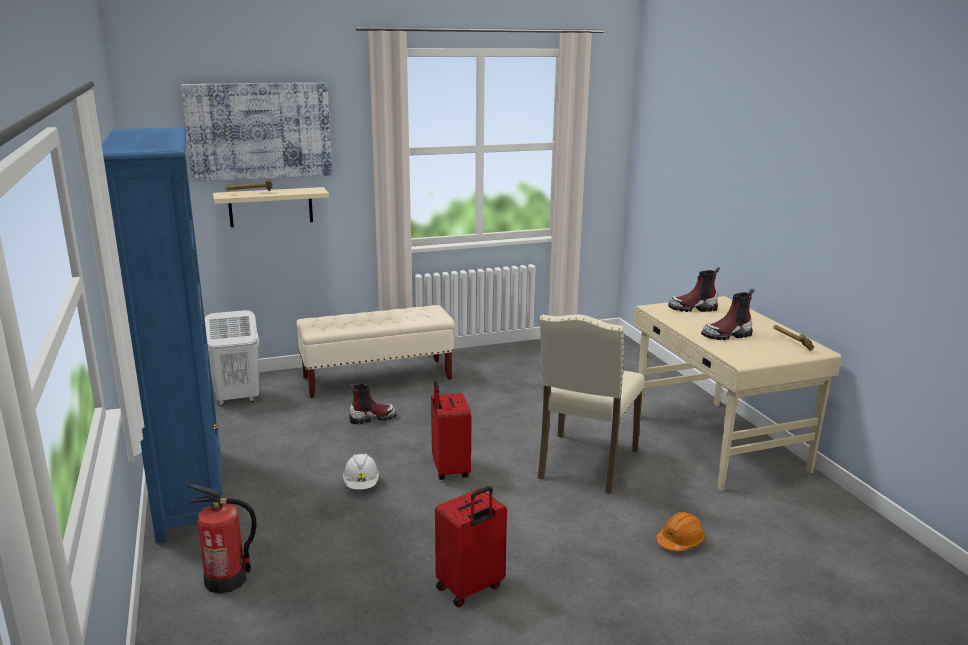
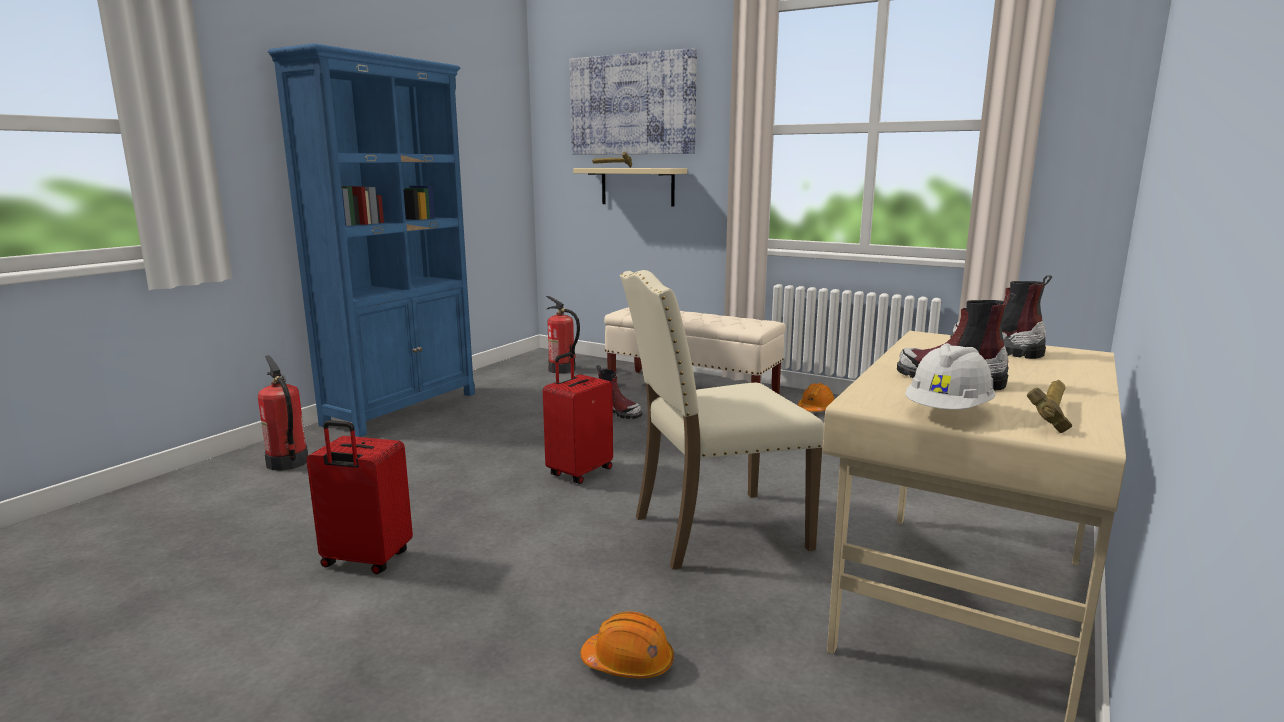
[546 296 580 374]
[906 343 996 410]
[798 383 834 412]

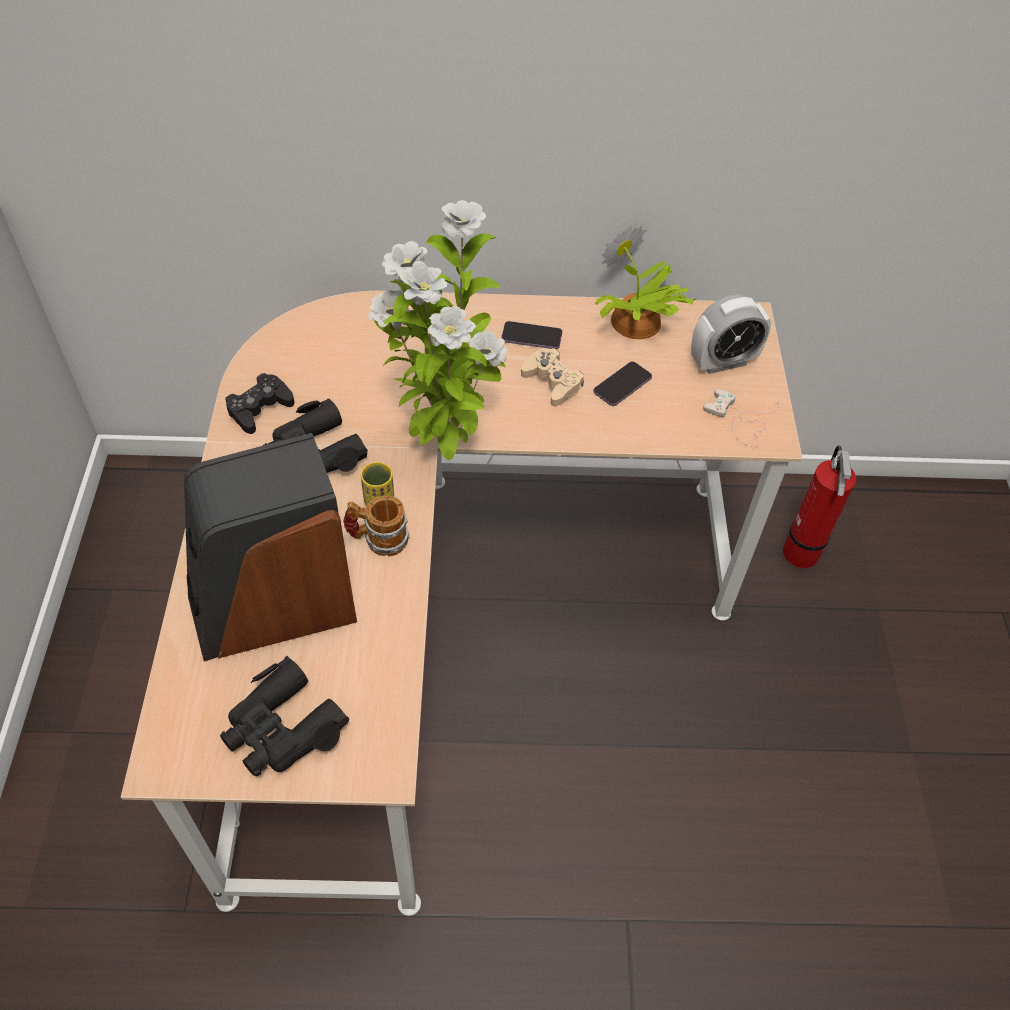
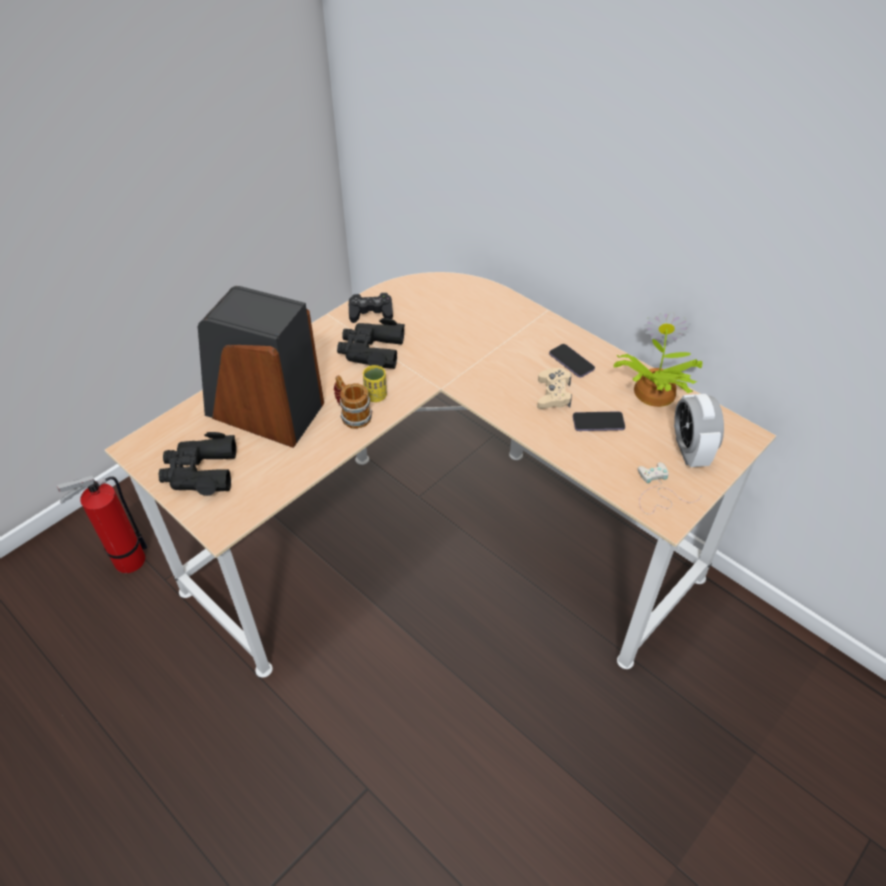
[368 200 508 460] (first image)
[674 394 724 467]
[57 476 147 573]

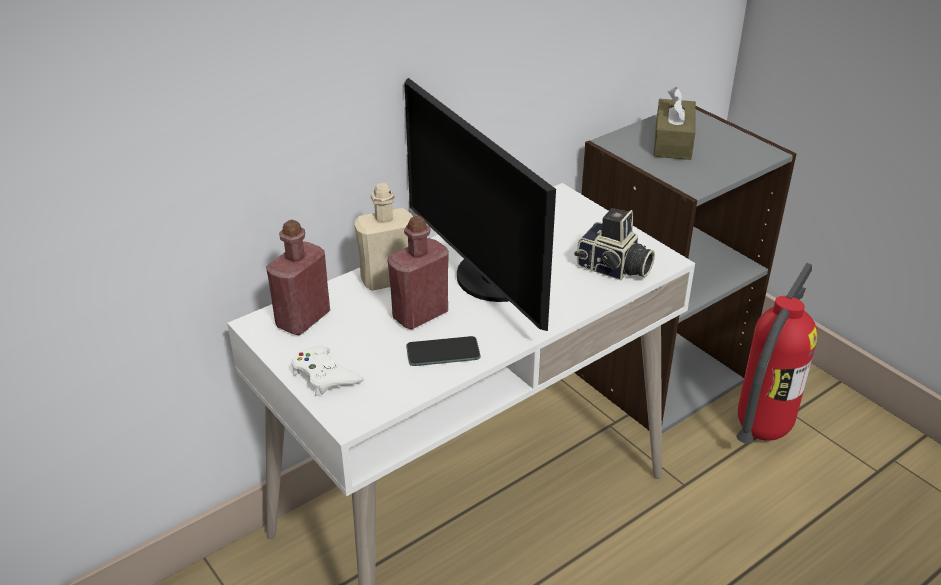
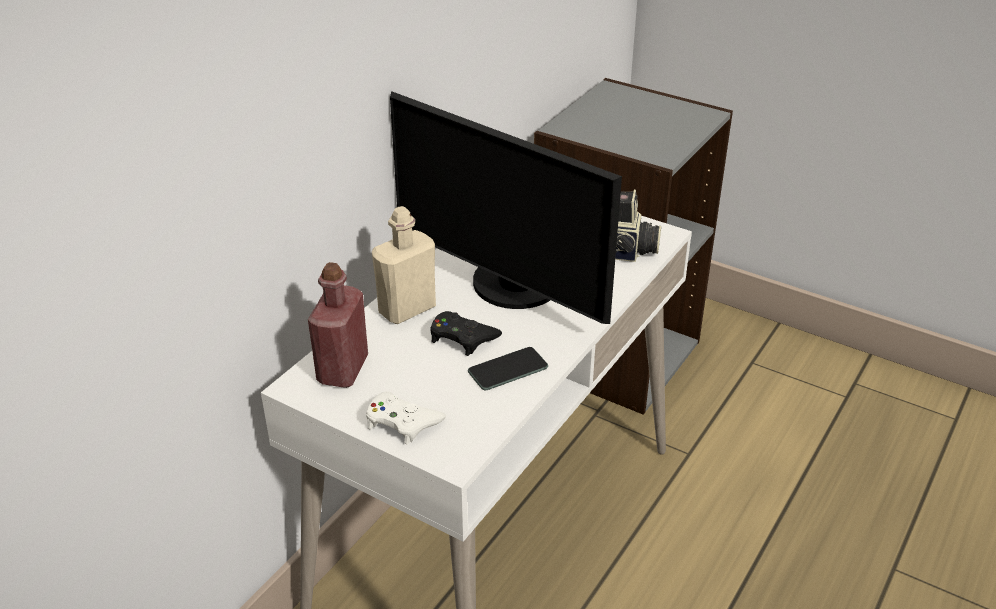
[430 311 502 356]
[654 87 696 160] (first image)
[736 263 818 444] (first image)

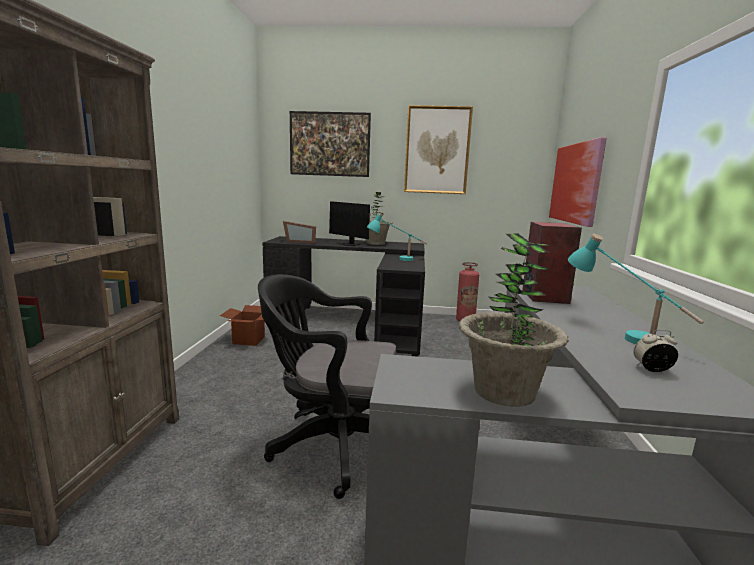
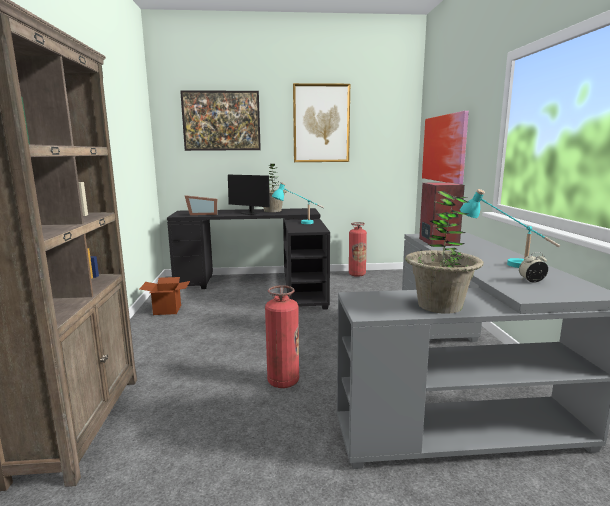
[265 285 299 388]

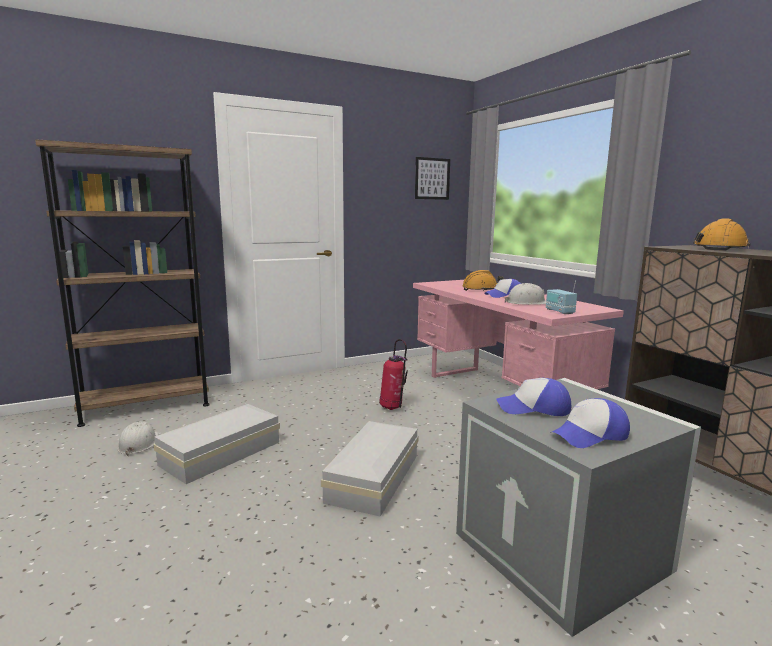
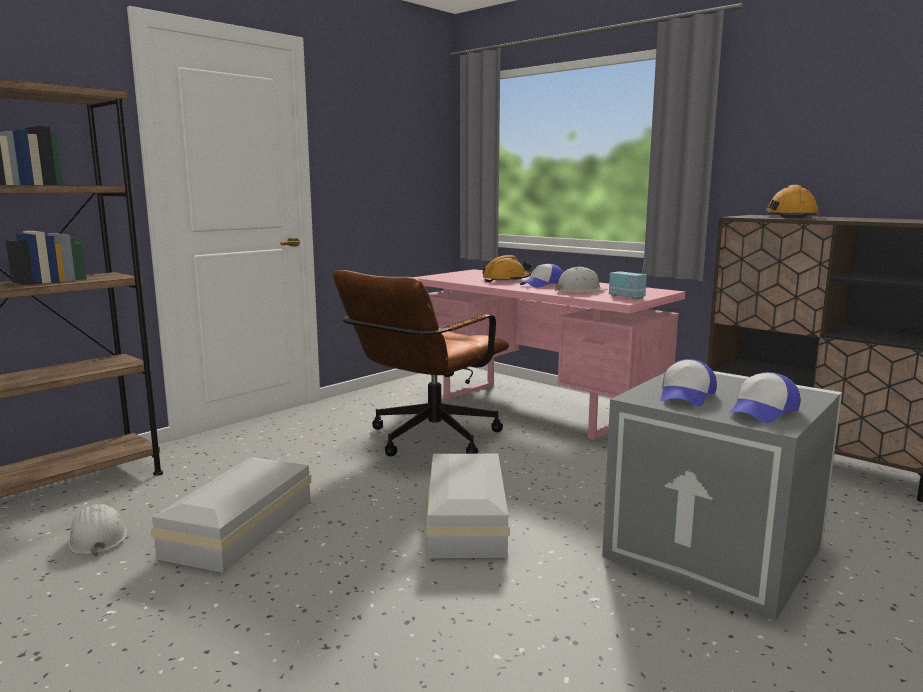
[333 270 509 457]
[415 157 450 200] (first image)
[660 359 717 407]

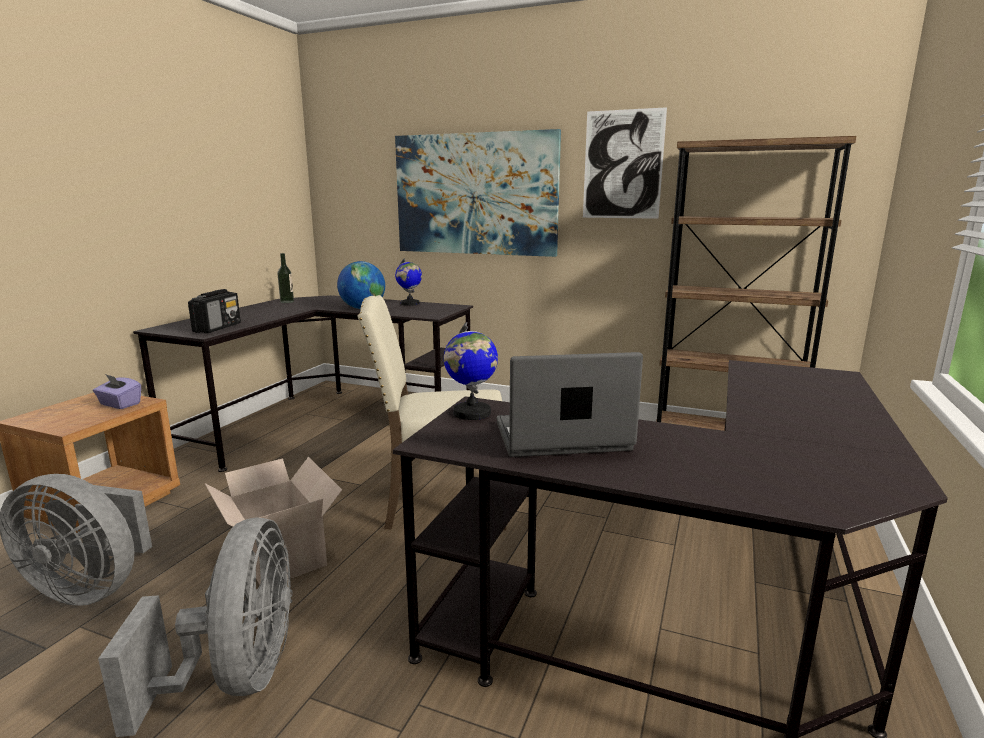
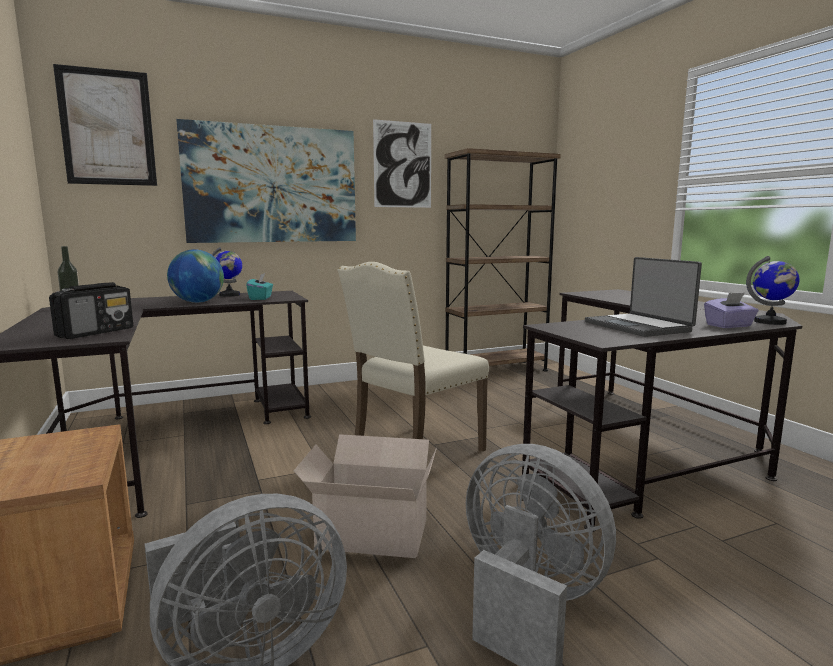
[704 293 759 328]
[49 282 133 339]
[746 256 800 325]
[585 257 702 337]
[53 64 157 186]
[246 273 273 300]

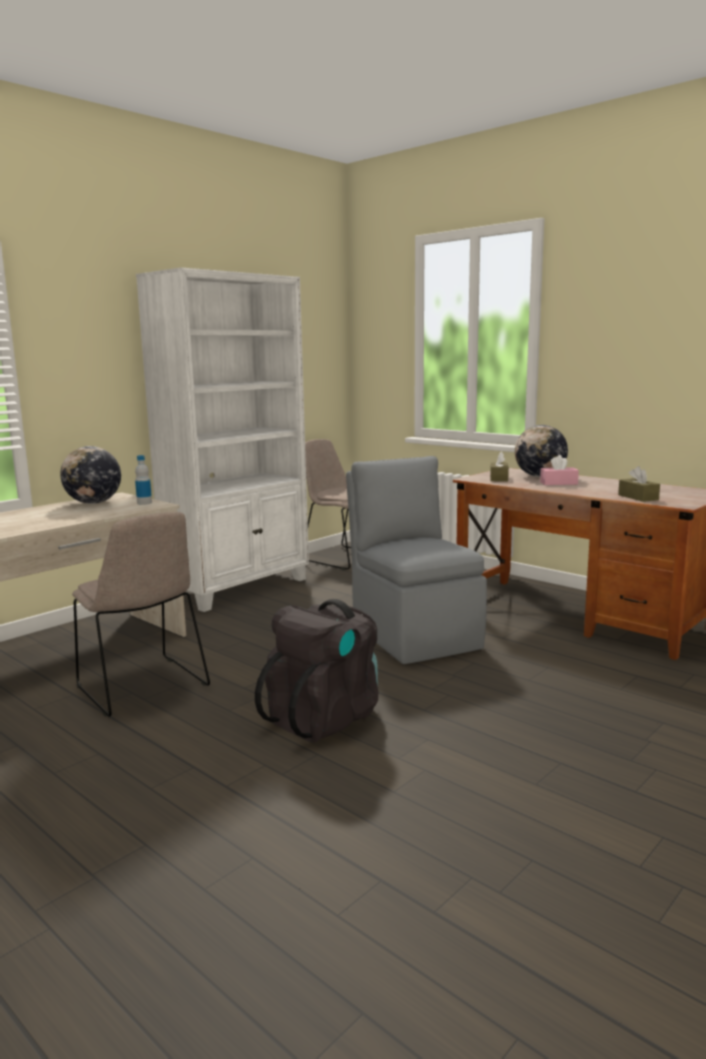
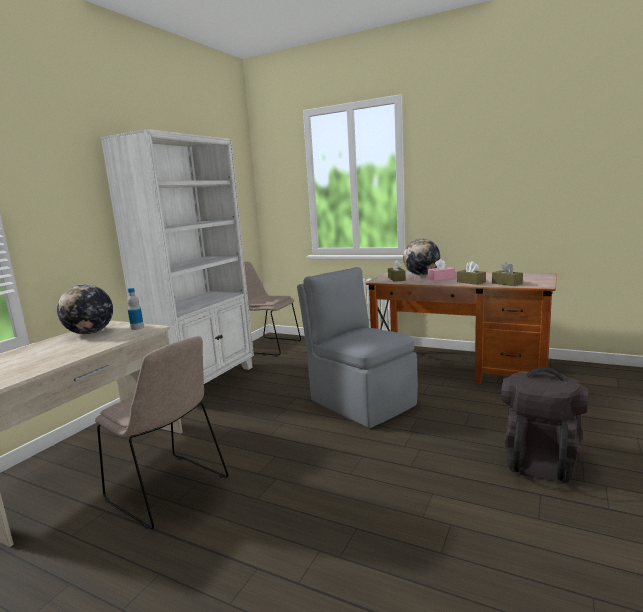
[501 367 588 483]
[457 261 486 285]

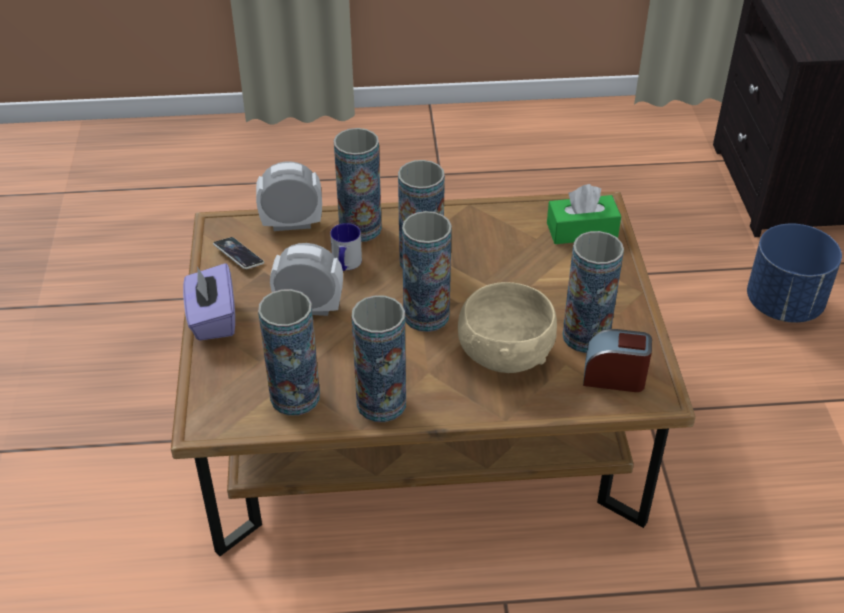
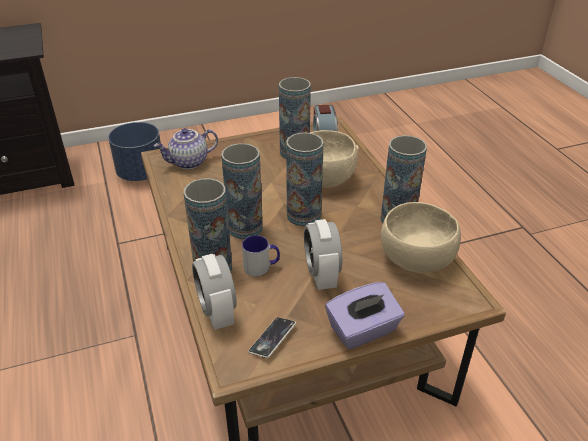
[381 202 461 273]
[154 128 218 169]

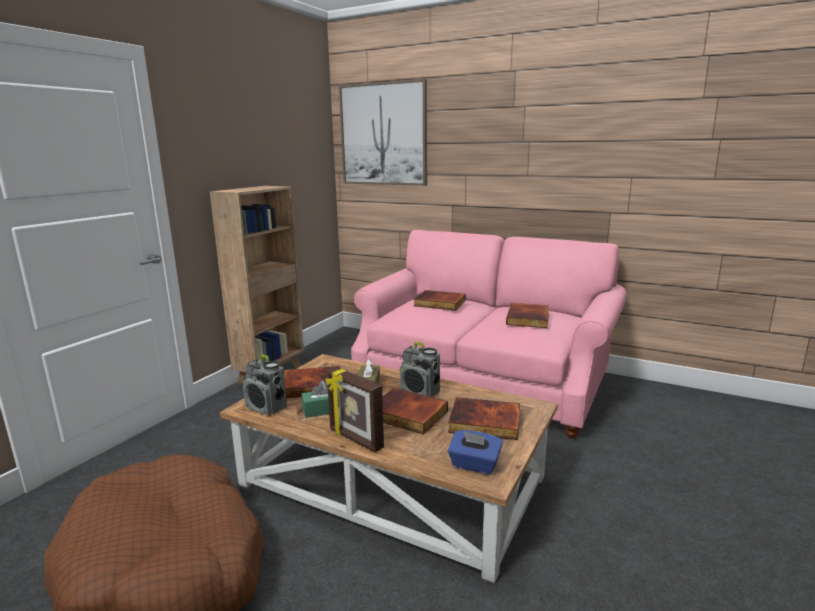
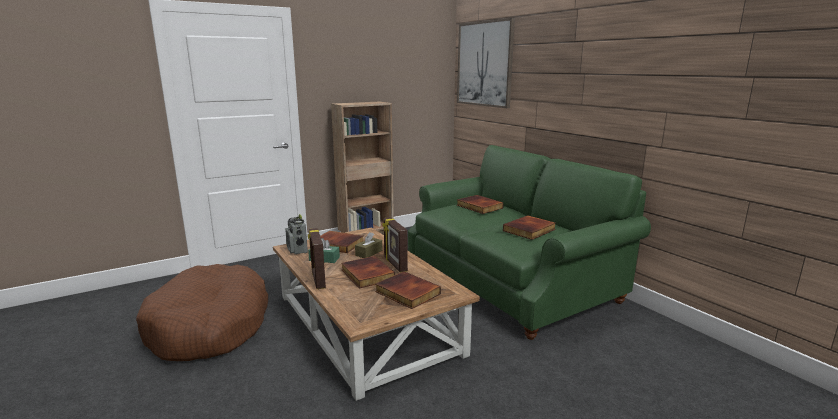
[408 145 651 340]
[382 217 408 273]
[448 430 503 474] (first image)

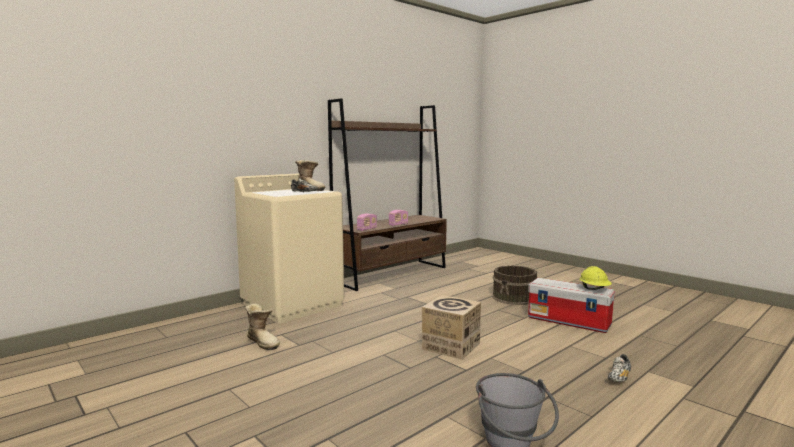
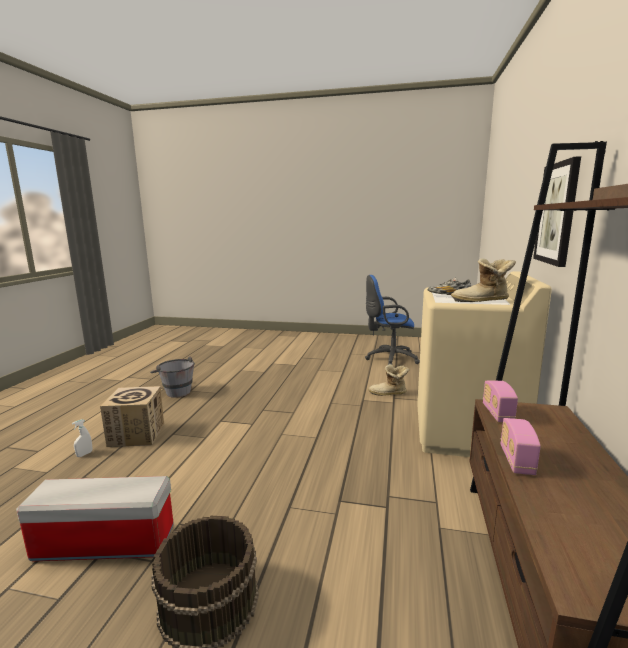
[100 386 164 447]
[579 266 612 290] (first image)
[72 419 92 457]
[365 275 420 365]
[533 156 581 267]

